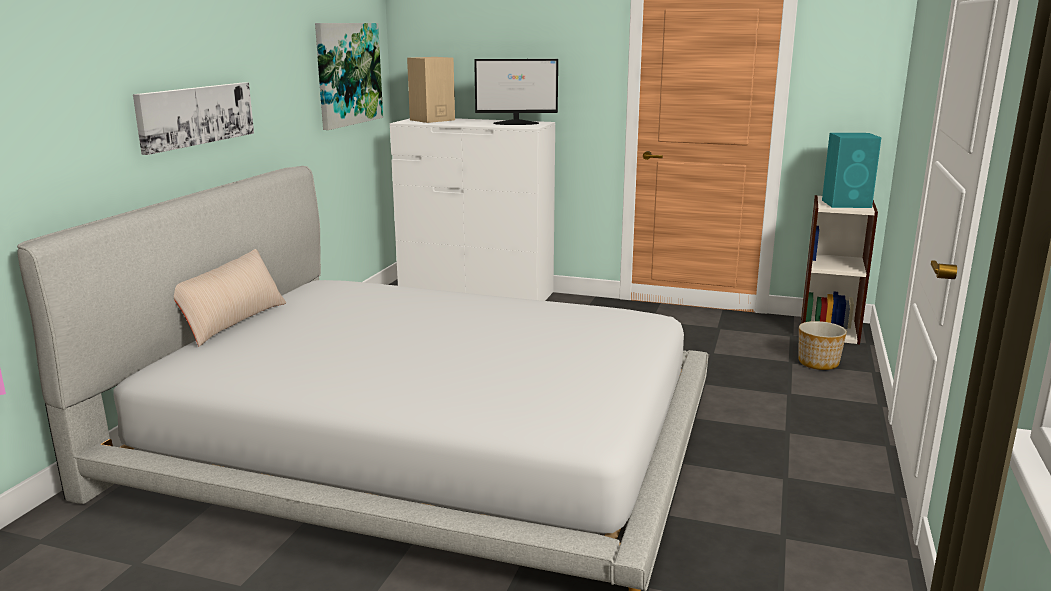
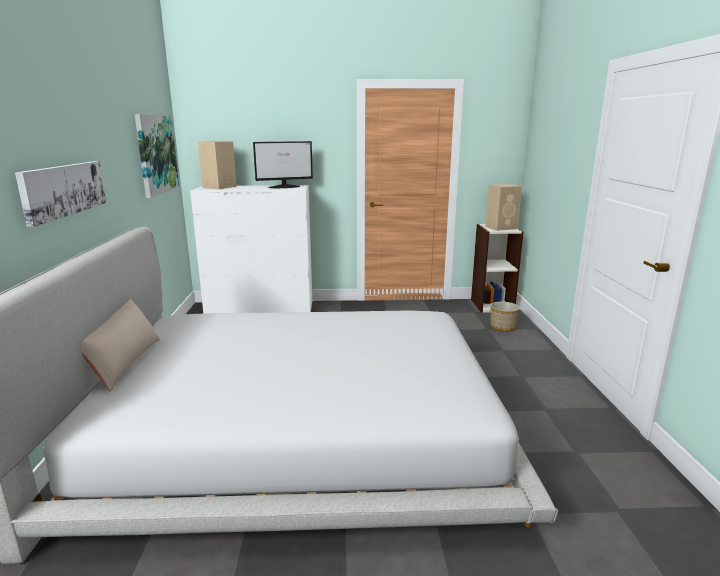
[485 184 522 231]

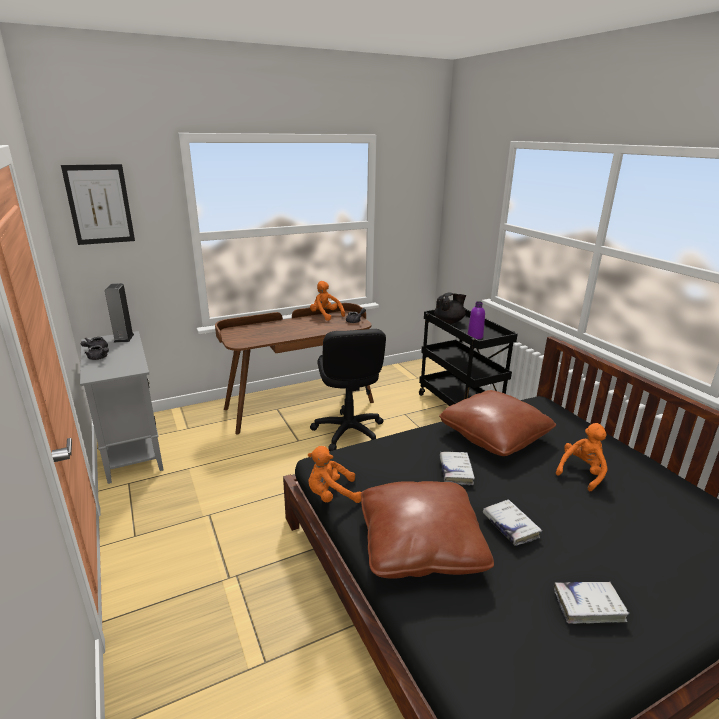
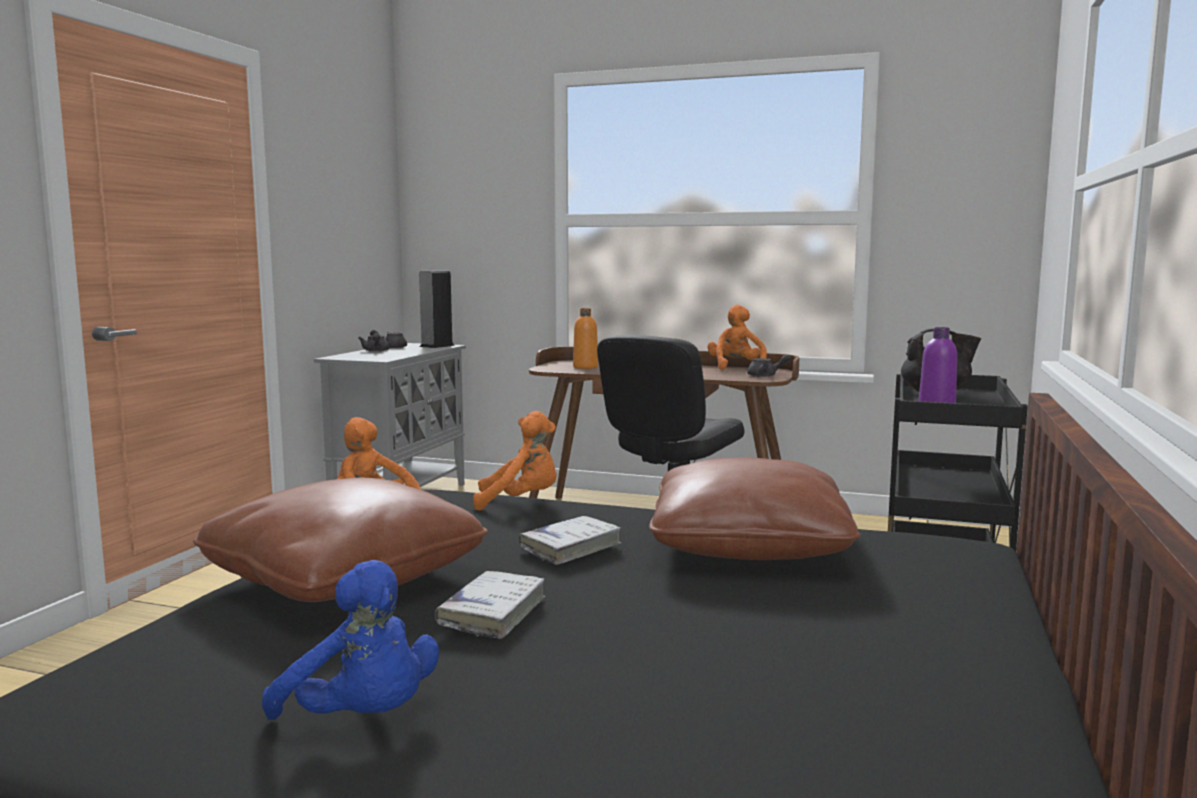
[61 164 135 245] (first image)
[262 560 439 720]
[473 411 557 511]
[573 308 598 369]

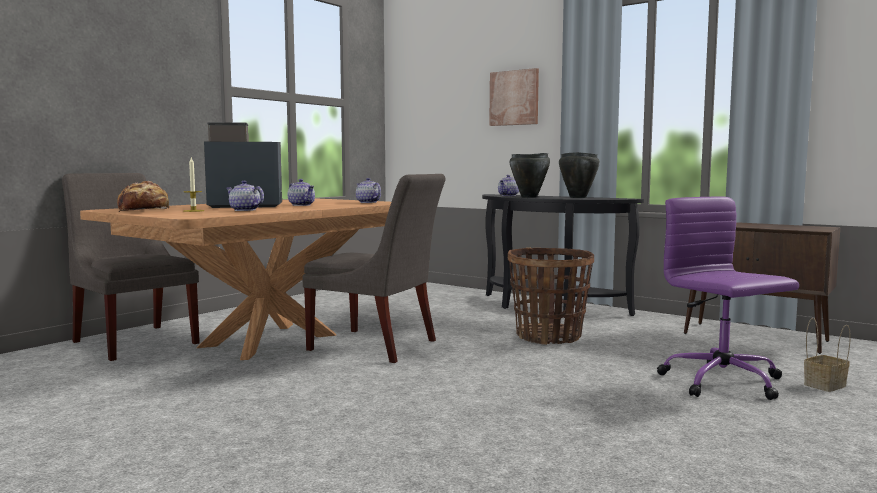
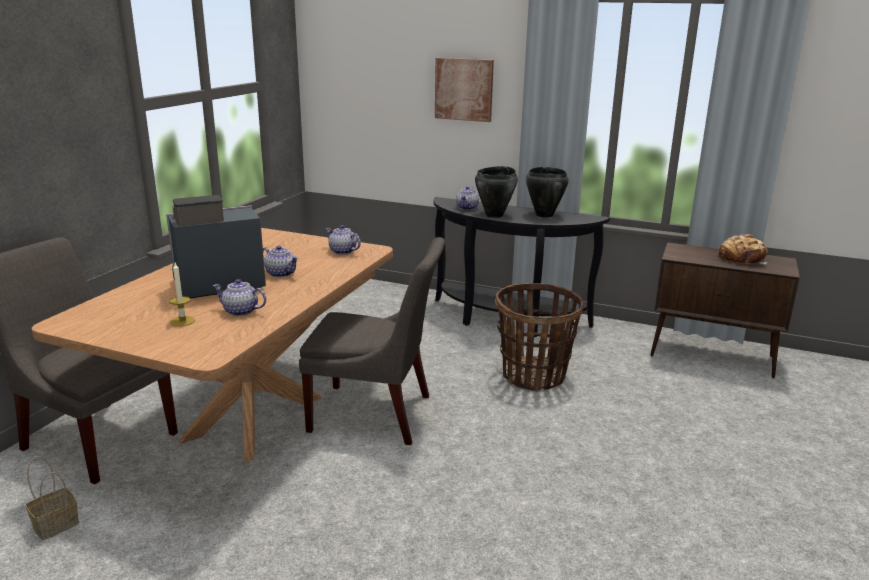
[719 234 768 264]
[657 197 799 400] (first image)
[26 456 79 540]

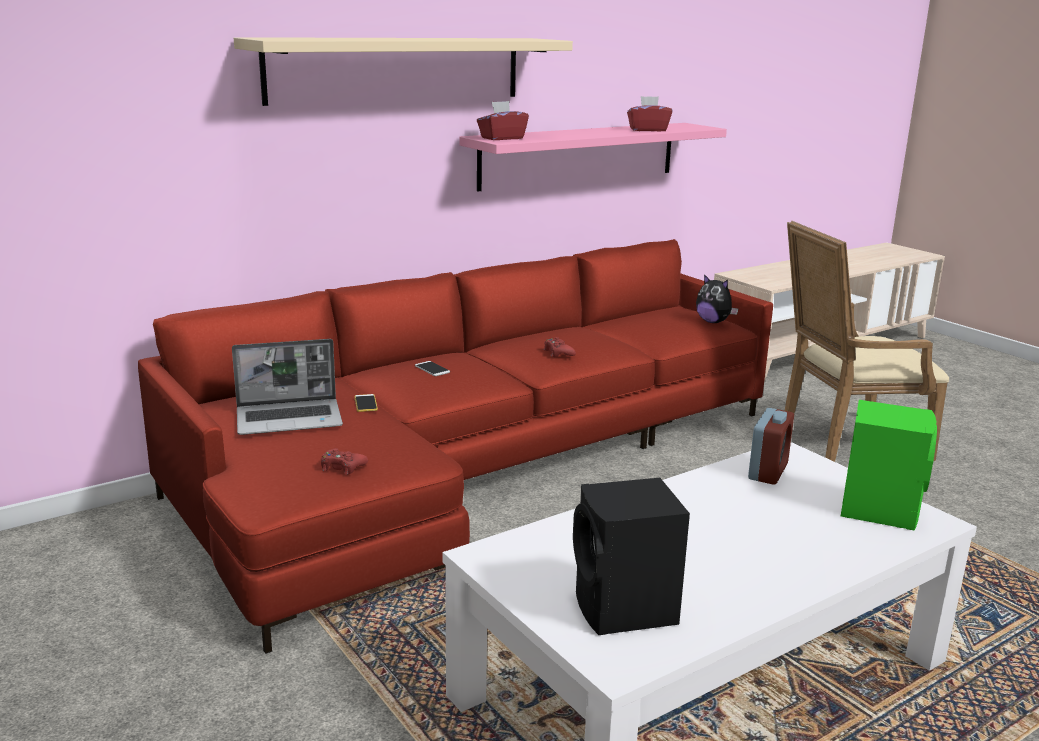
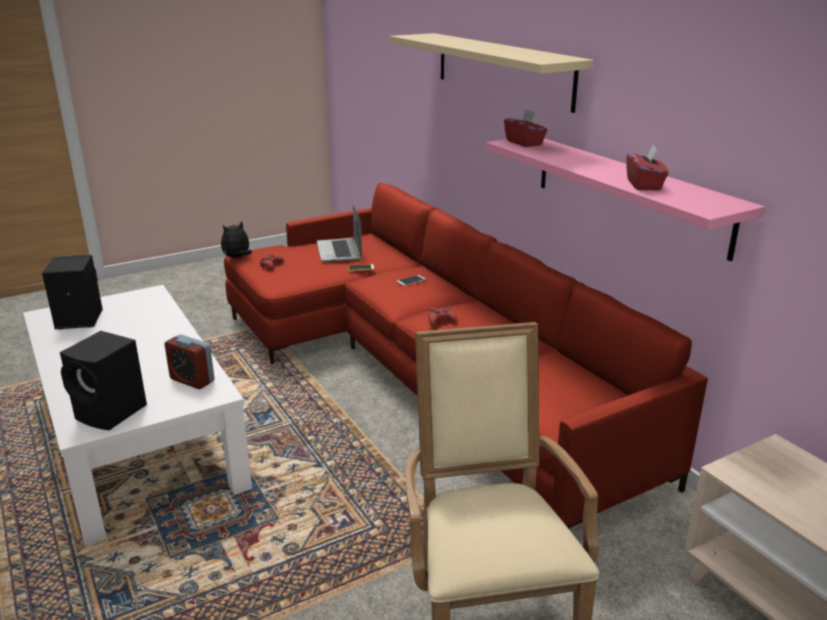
[221 221 252 258]
[60 331 147 430]

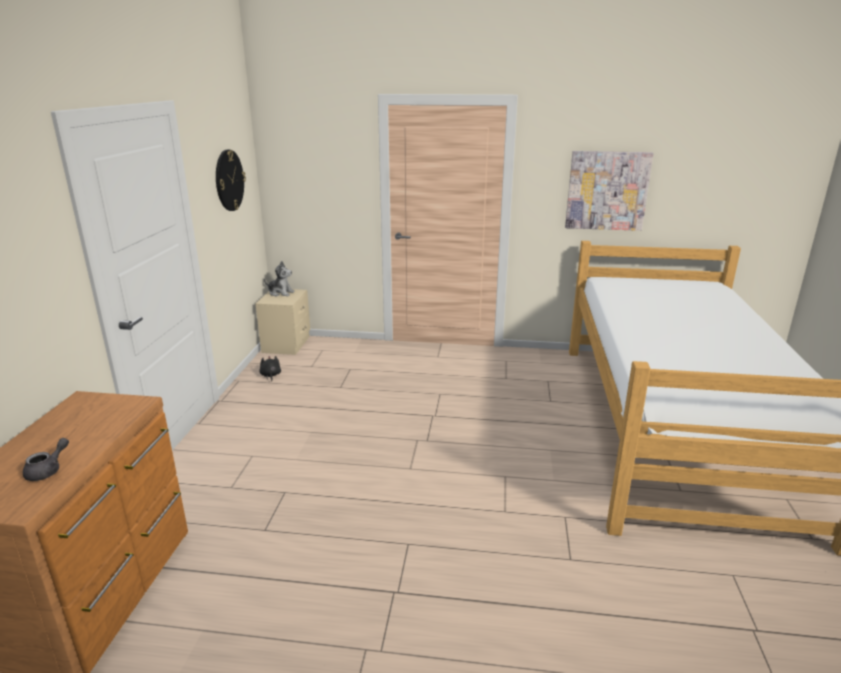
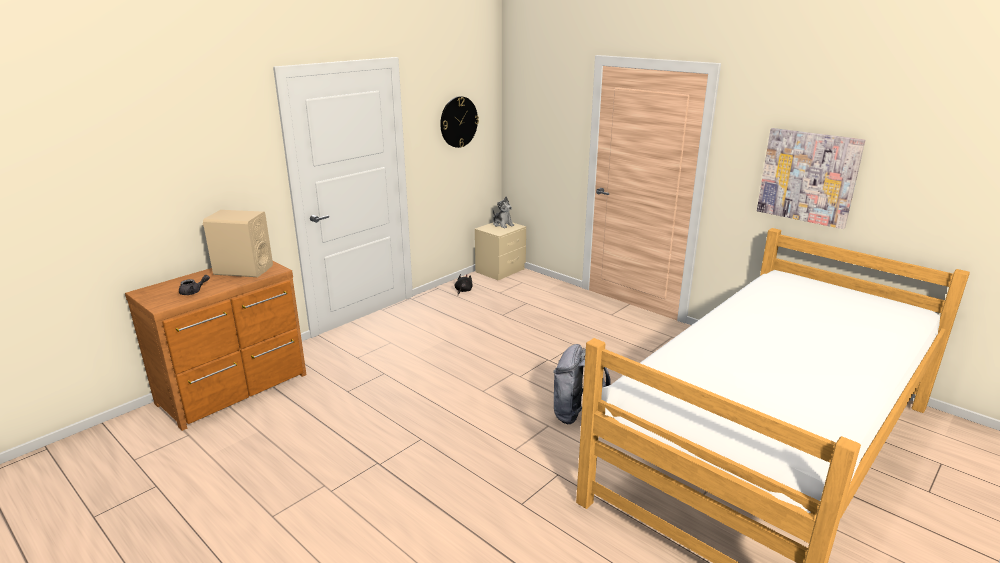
[202 210 273 277]
[553 344 611 424]

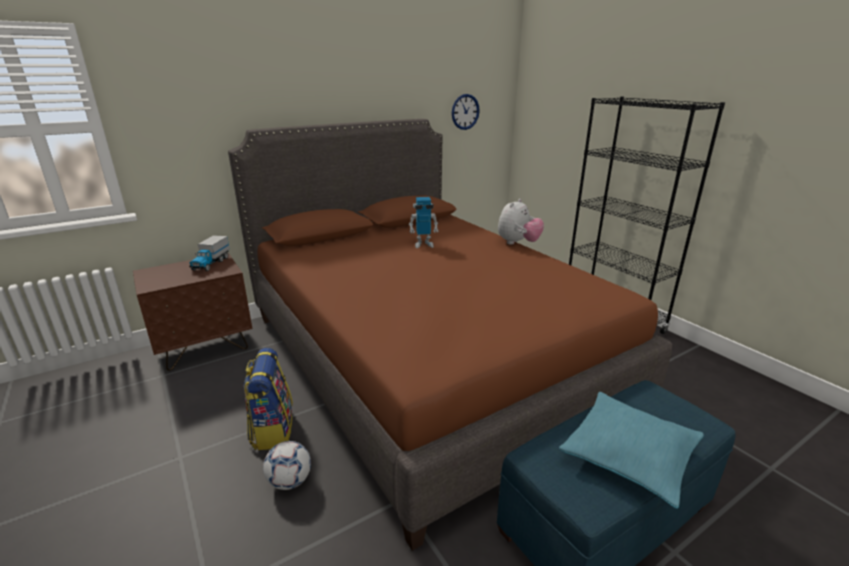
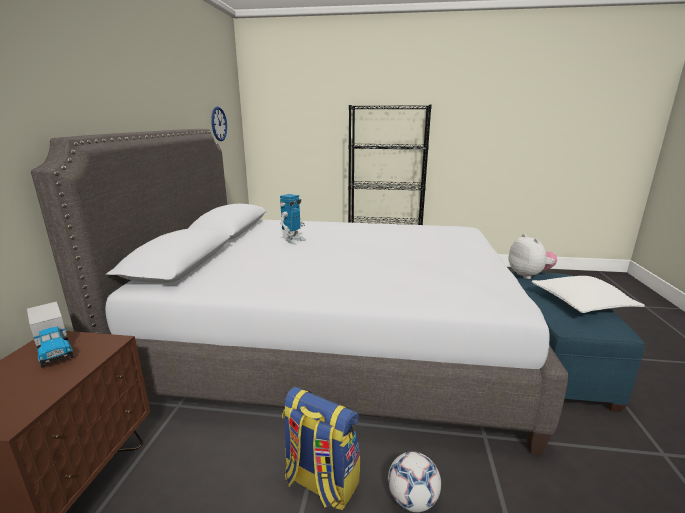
[31 129 568 455]
[508 234 557 279]
[532 276 644 313]

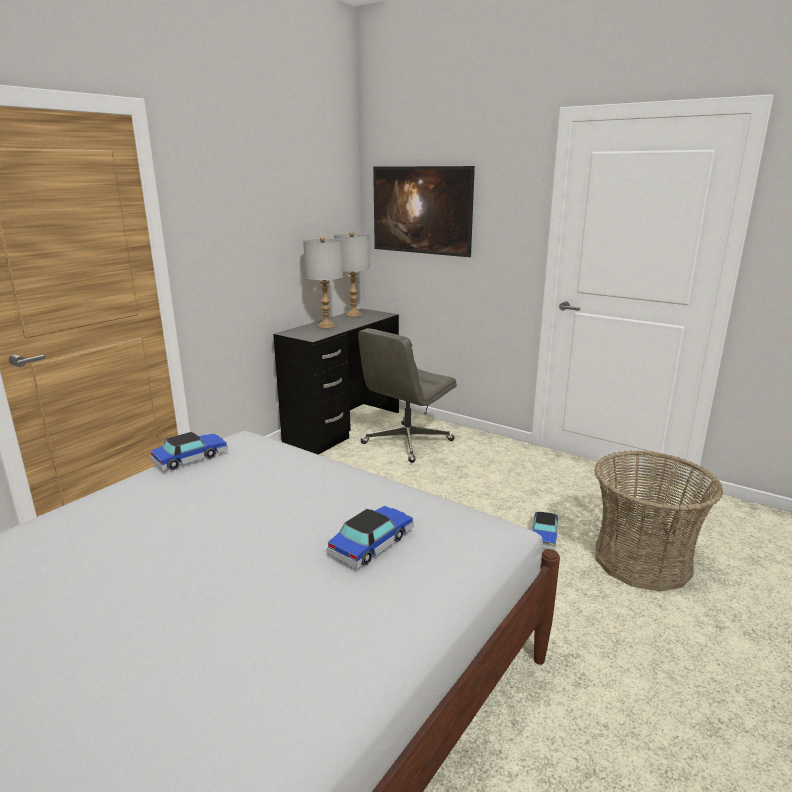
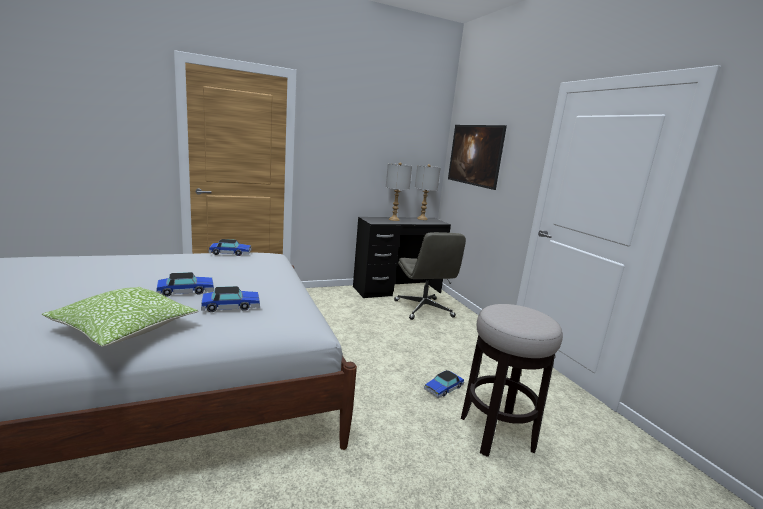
[394 232 466 320]
[461 304 563 457]
[42 287 198 347]
[156 272 214 297]

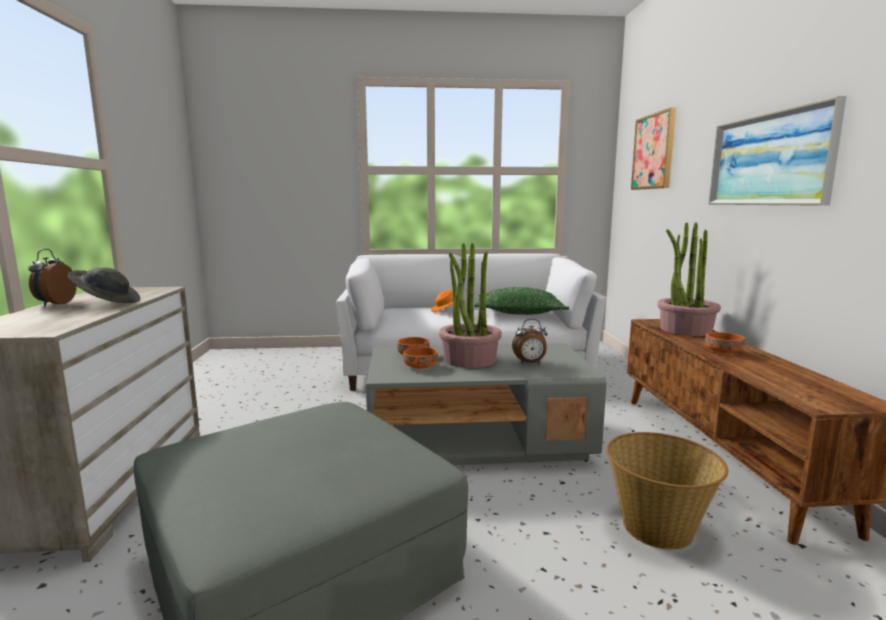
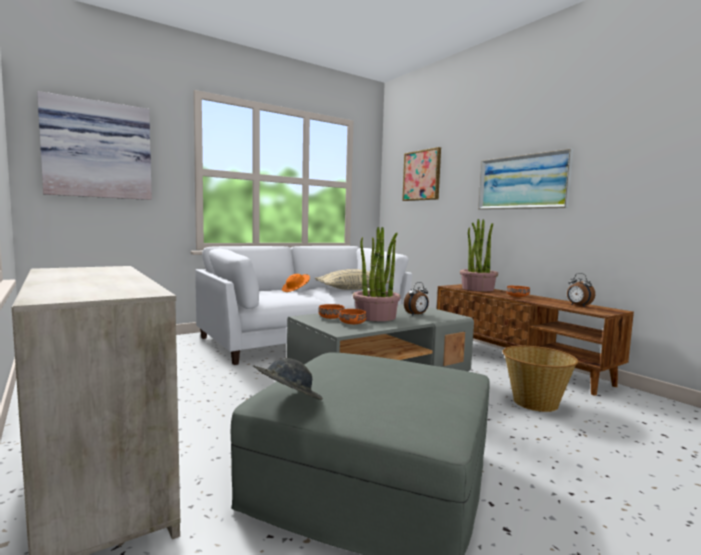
[567 273 595 307]
[253 358 323 400]
[315 269 389 290]
[37 91 152 200]

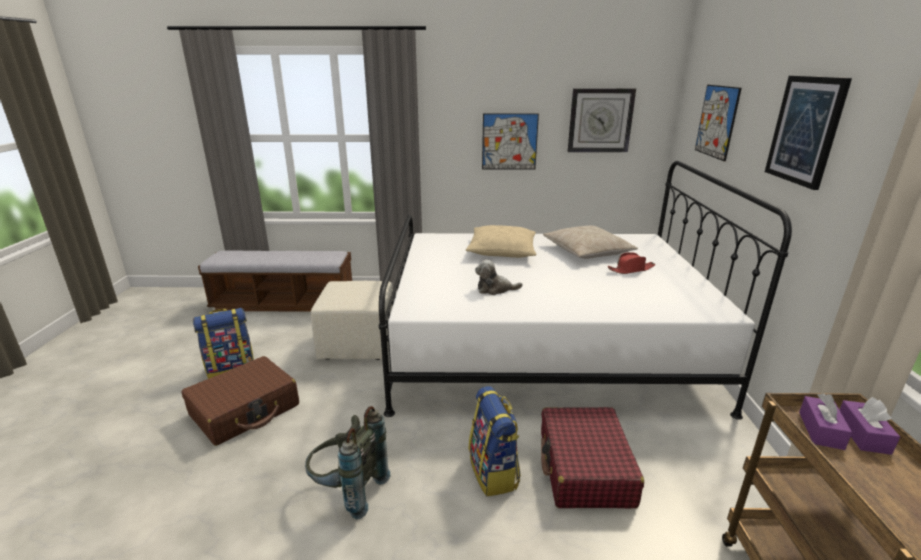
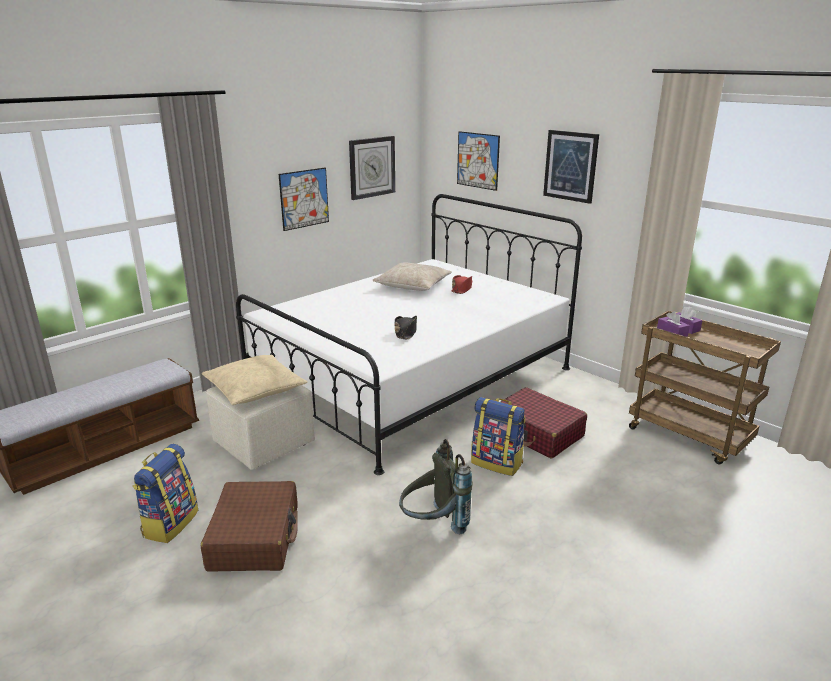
[202 355 308 405]
[395 316 417 339]

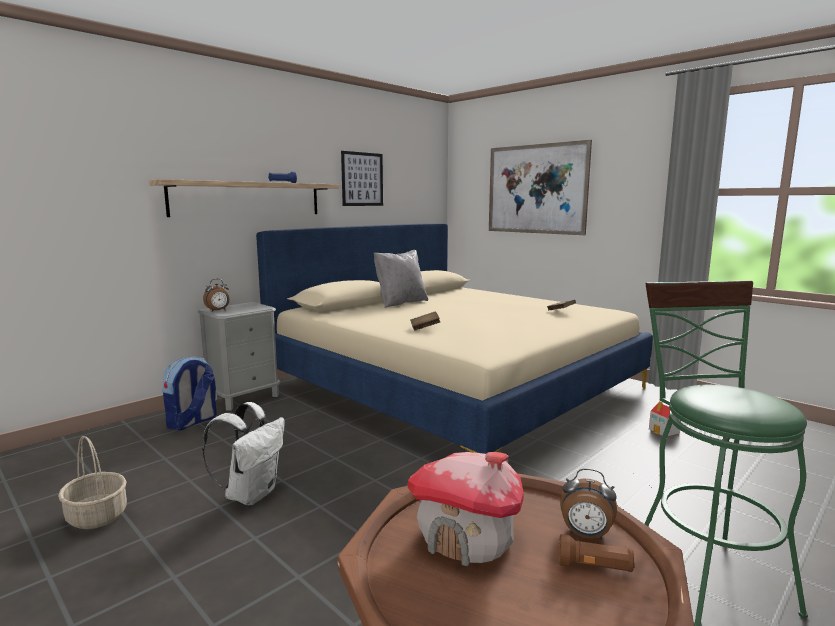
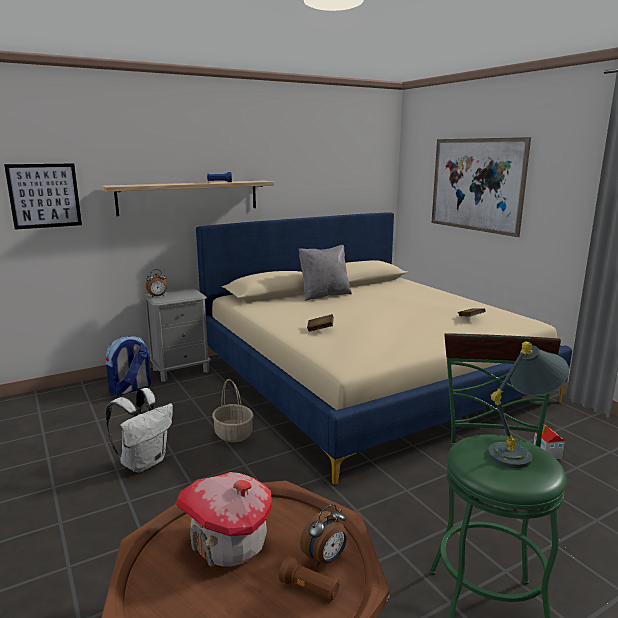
[212 379 254 442]
[4 163 82 230]
[300 504 347 566]
[488 341 569 468]

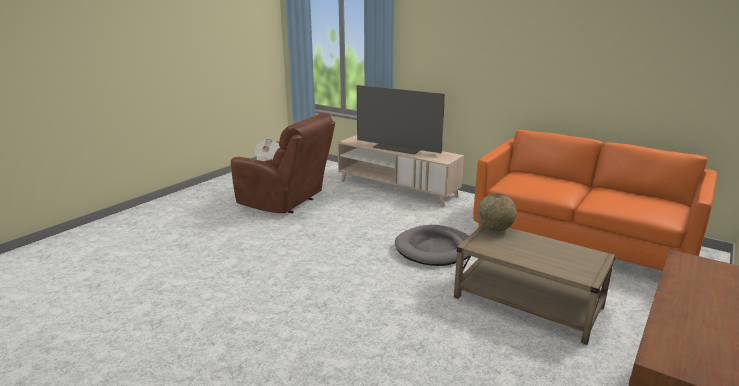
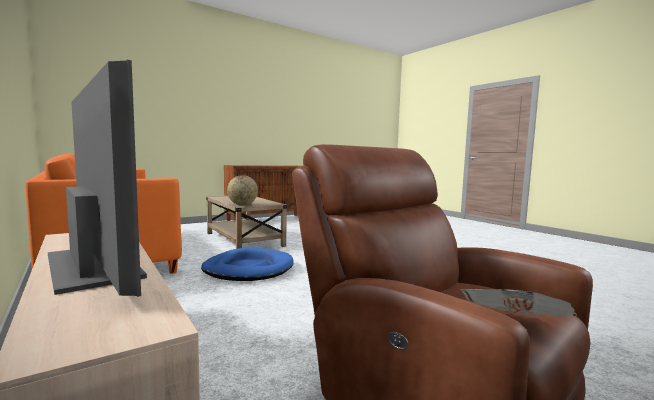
[201 248 294 281]

